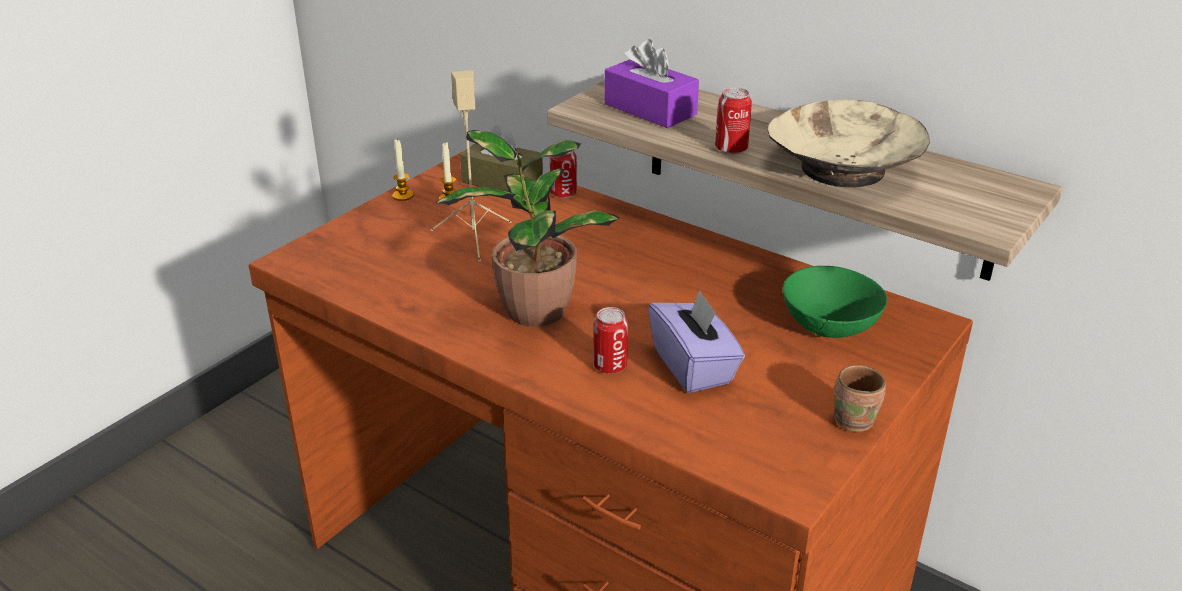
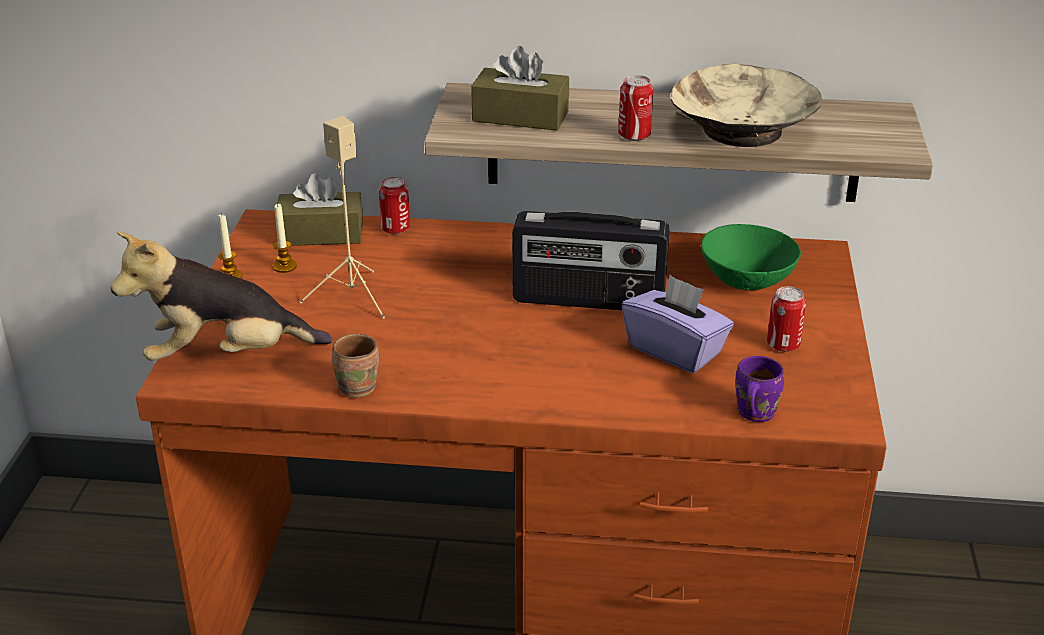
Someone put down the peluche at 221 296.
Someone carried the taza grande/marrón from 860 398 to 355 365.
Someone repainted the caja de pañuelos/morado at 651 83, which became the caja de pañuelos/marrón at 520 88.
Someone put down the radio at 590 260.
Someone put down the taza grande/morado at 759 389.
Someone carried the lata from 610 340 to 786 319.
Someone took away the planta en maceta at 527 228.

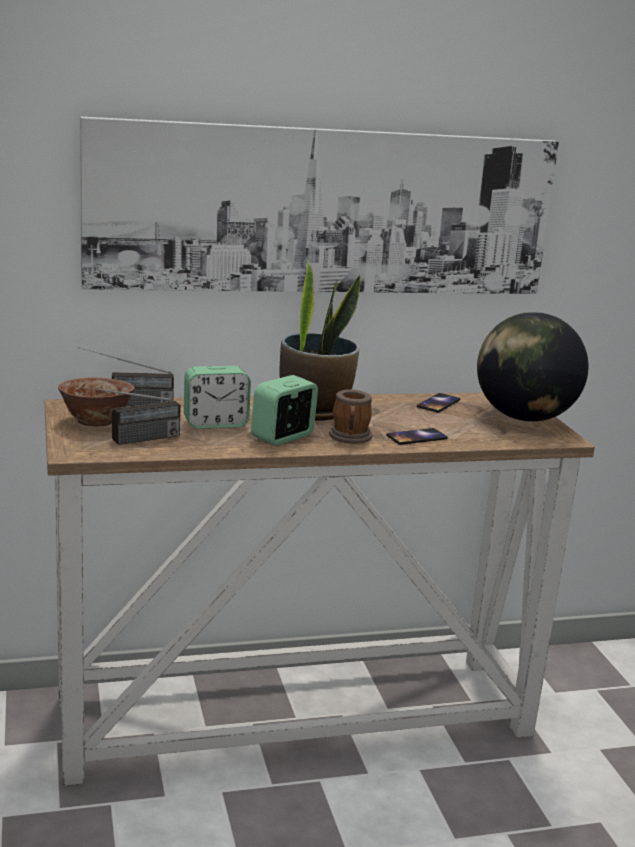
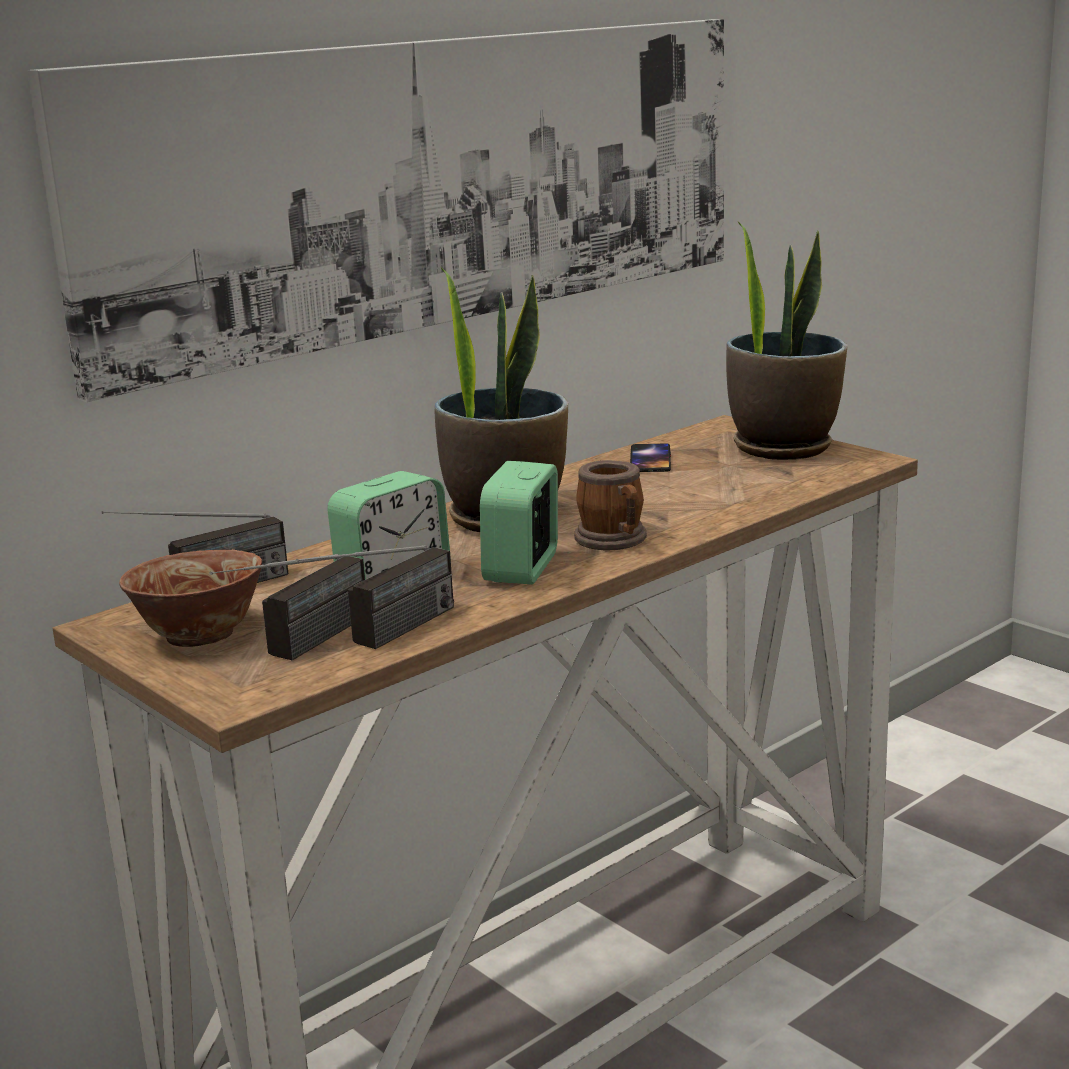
Someone put down the radio at 375 597.
Someone swapped the globo terráqueo at 533 367 for the planta en maceta at 786 341.
Someone took away the móvil at 417 436.

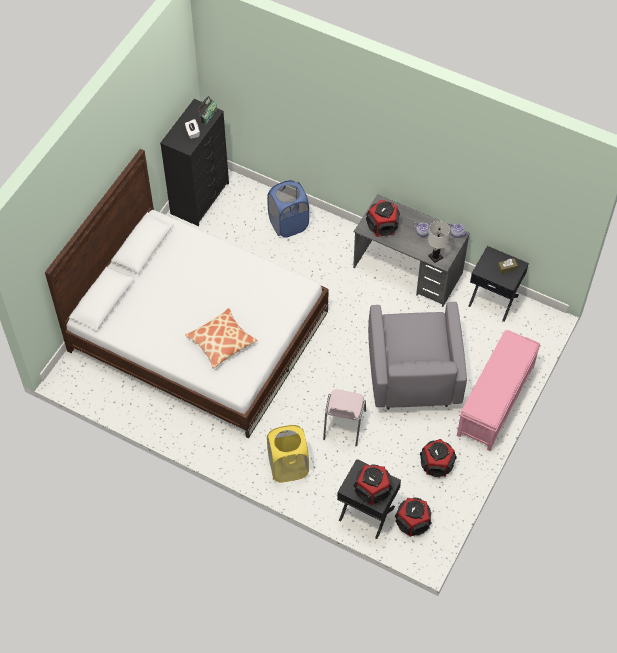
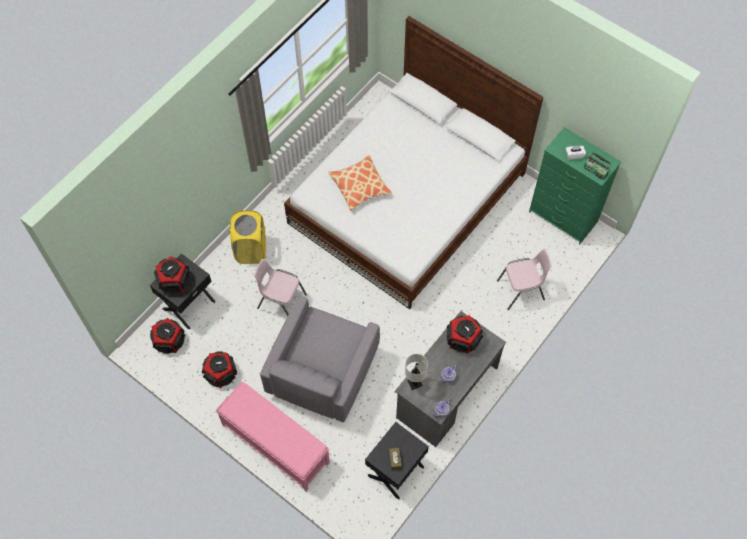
Someone rotated the sillón/gris at 417 356 by 75 degrees counterclockwise.
Someone swapped the cesto de la ropa/azul at 288 209 for the silla/rosa at 524 279.
Someone repainted the cómoda/negro at 194 162, which became the cómoda/verde at 575 185.

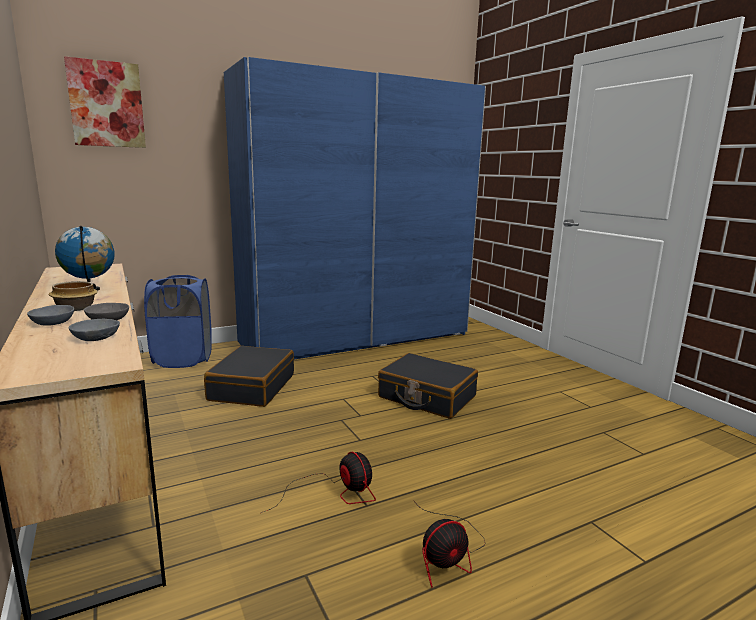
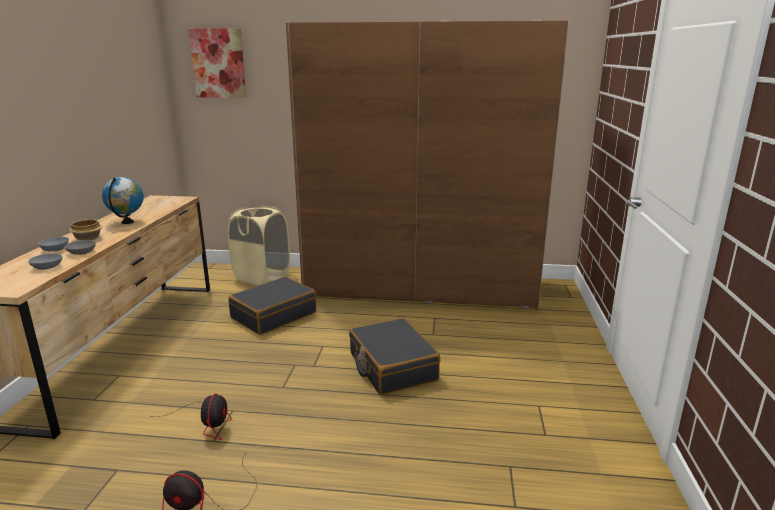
Someone repainted the cesto de la ropa/azul at 178 321, which became the cesto de la ropa/beis at 258 245.
Someone repainted the armario ropero/azul at 355 208, which became the armario ropero/marrón at 427 165.

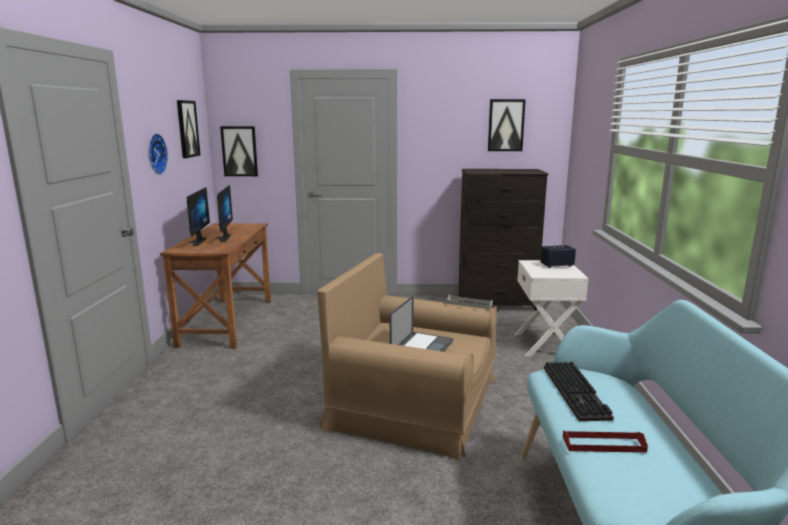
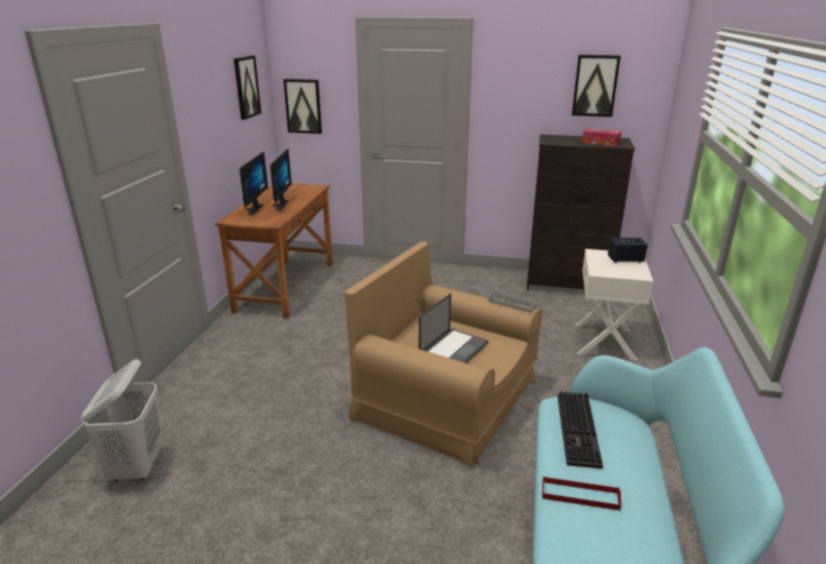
Someone put down the cesto de la ropa/blanco at 122 420.
Someone put down the caja de pañuelos at 601 137.
Someone took away the reloj de pared at 158 154.

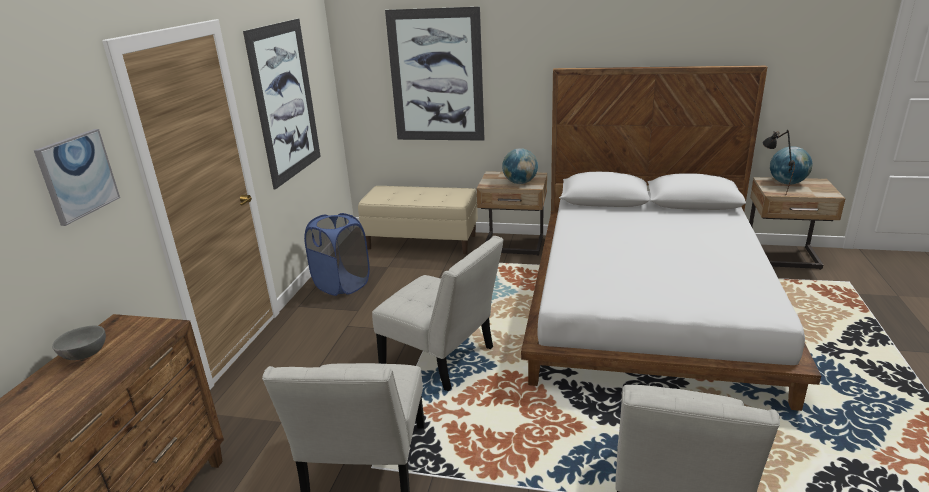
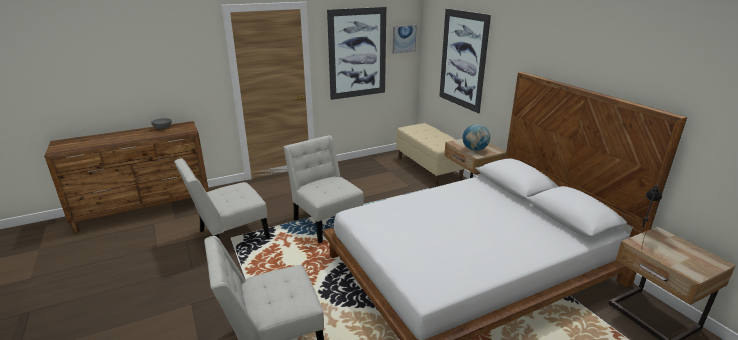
Someone rotated the silla/blanco at 438 313 by 150 degrees clockwise.
Someone carried the cuadro from 77 177 to 405 39.
Someone took away the cesto de la ropa/azul at 337 254.
Someone took away the globo terráqueo at 791 165.

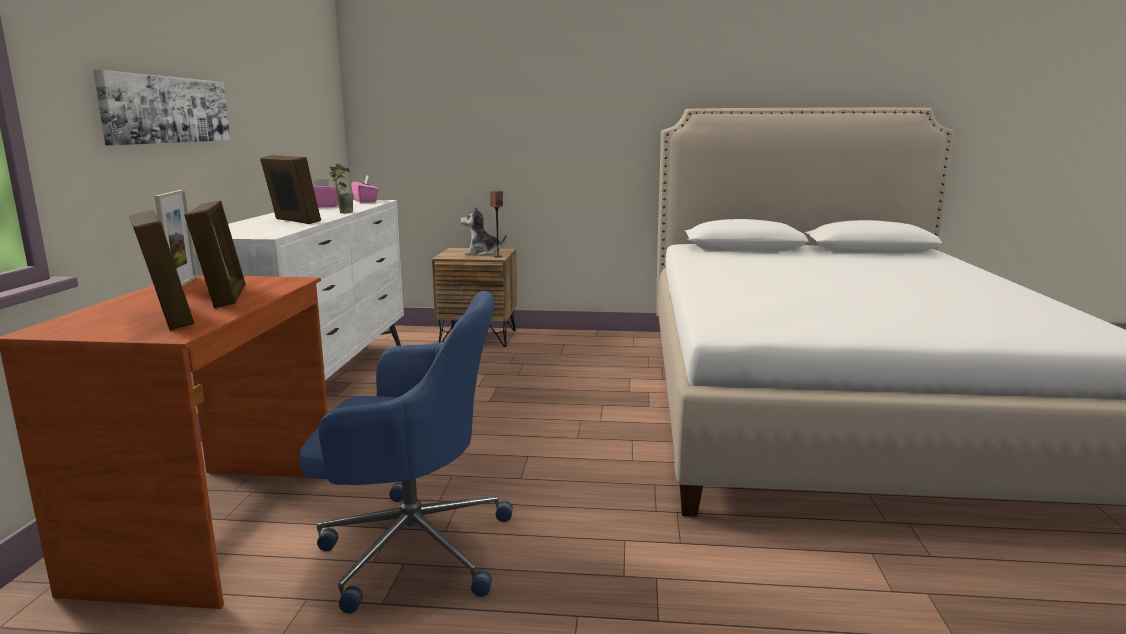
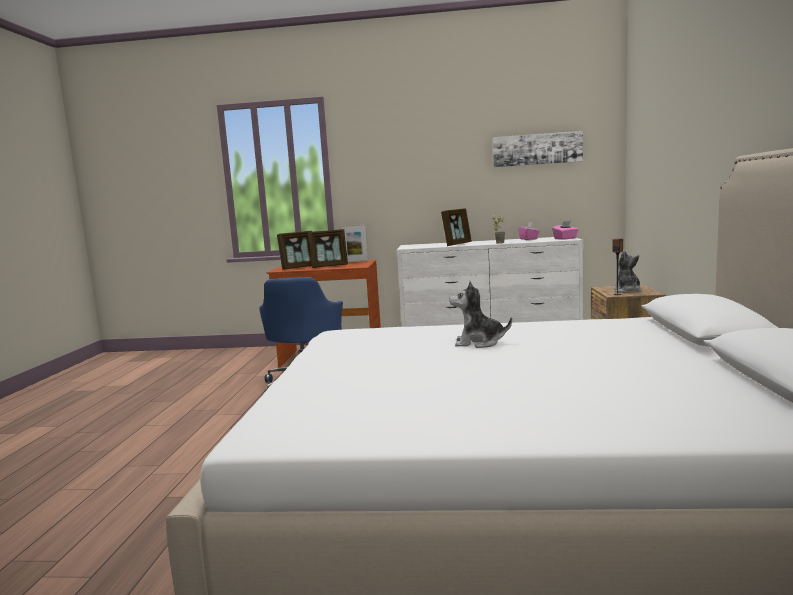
Someone put down the peluche at 480 314.
Someone carried the cuadro from 161 107 to 538 149.

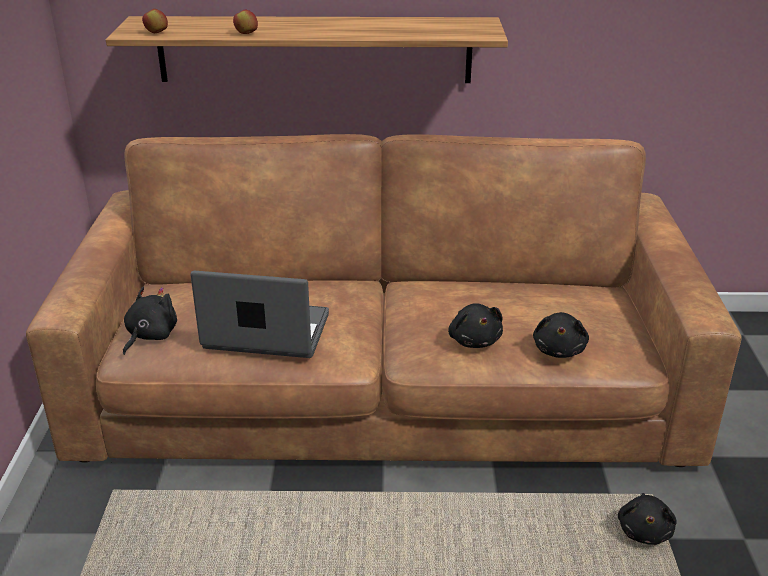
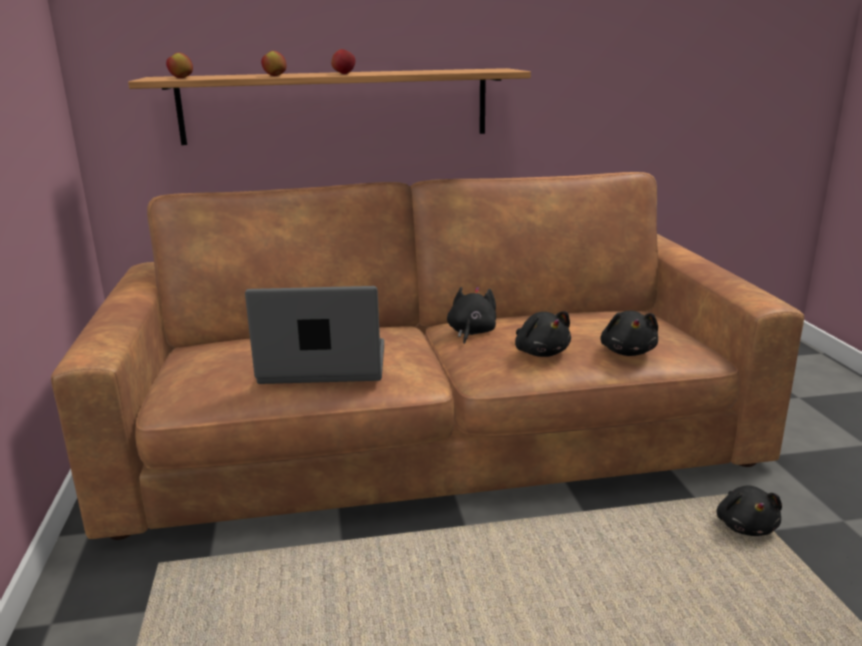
Someone put down the manzana at 343 61.
Someone carried the peluche/negro from 150 321 to 471 315.

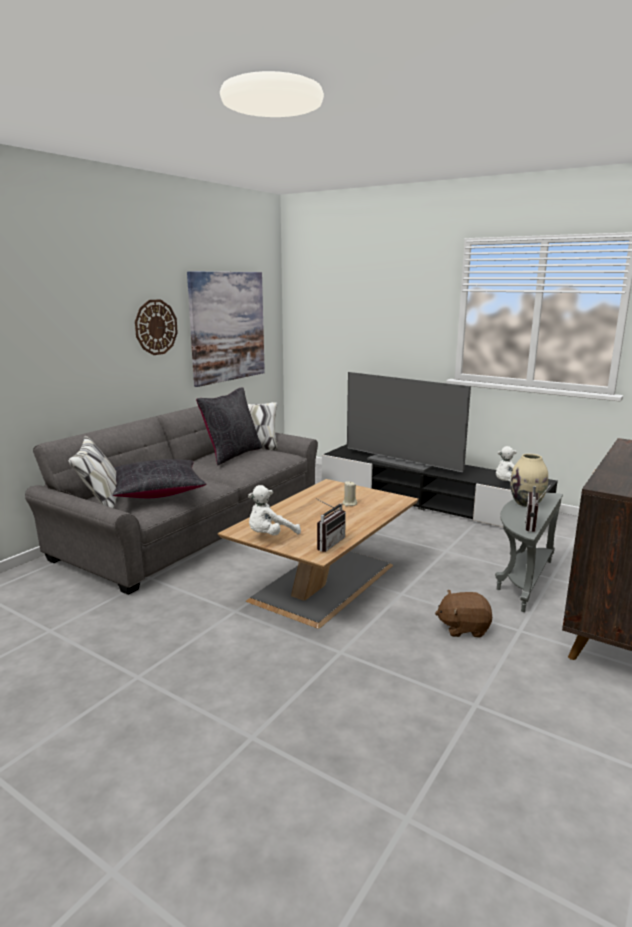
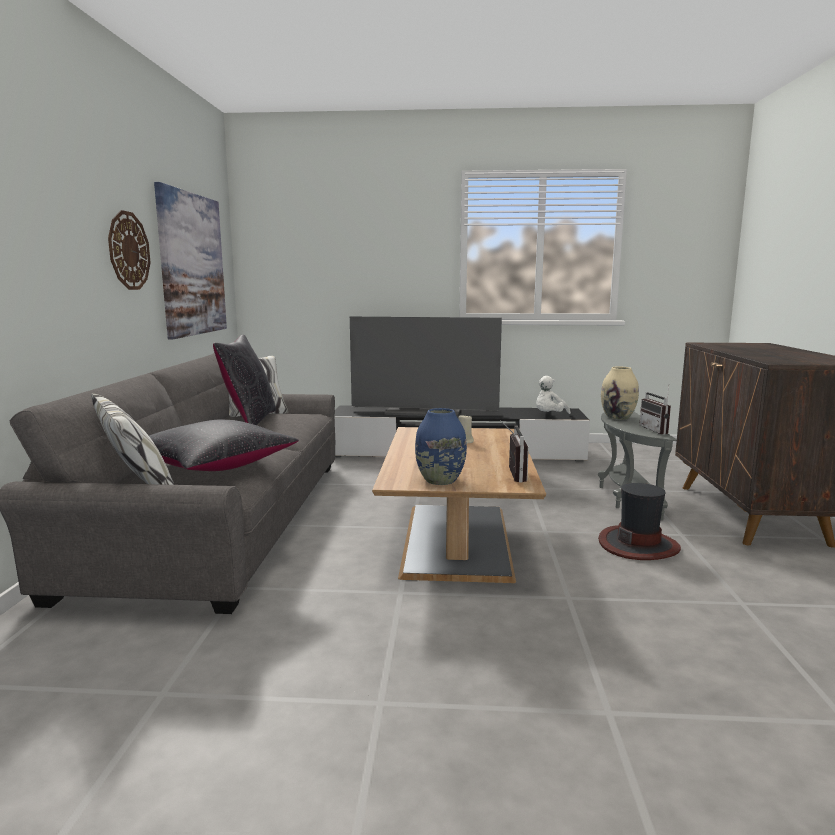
Someone swapped the peluche/blanco at 274 510 for the florero/azul at 441 446.
Someone swapped the peluche/marrón at 463 613 for the sombrero at 639 521.

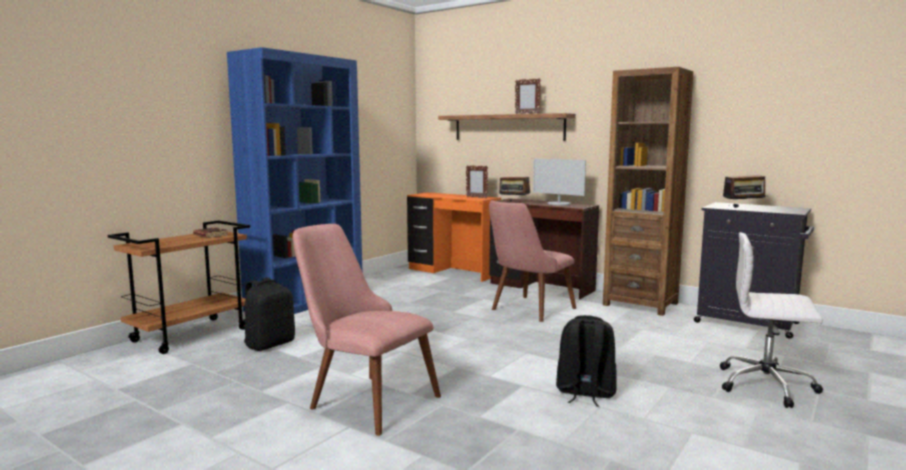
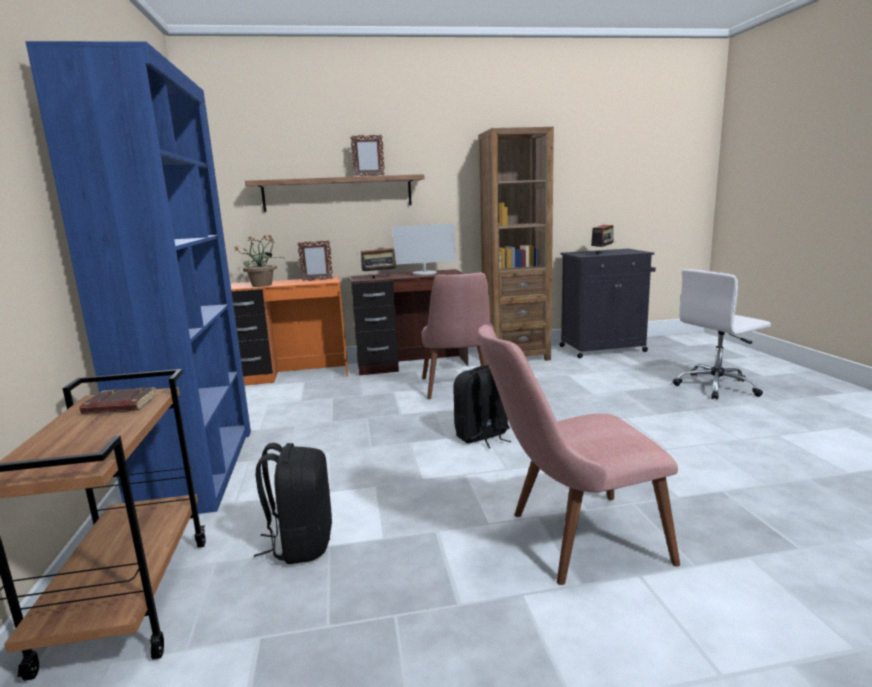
Someone put down the planta en maceta at 259 260.
Someone carried the mochila/negro from 586 361 to 482 407.

